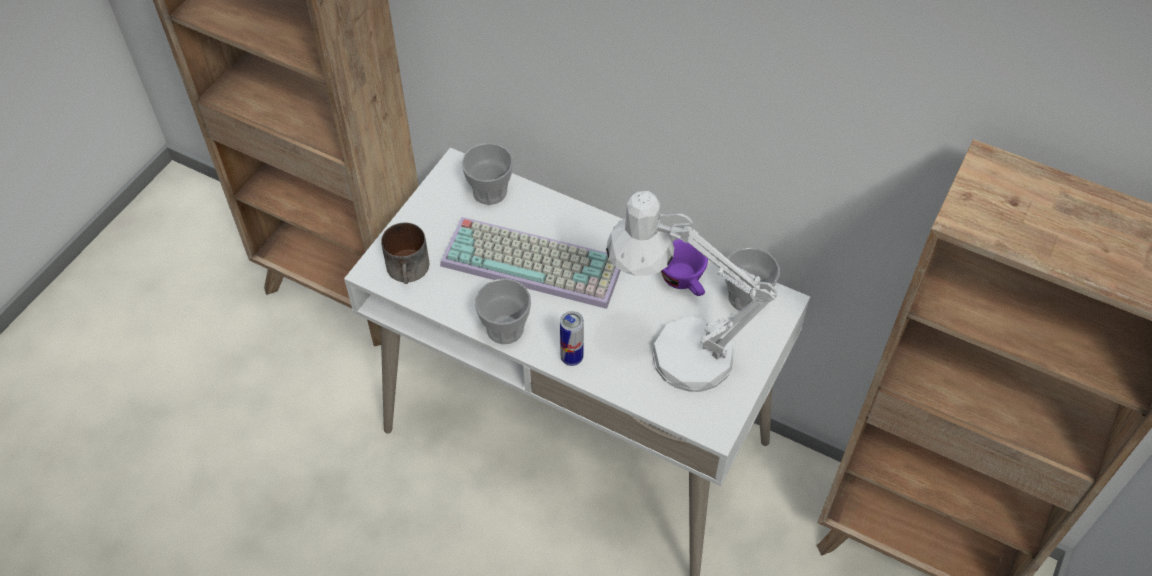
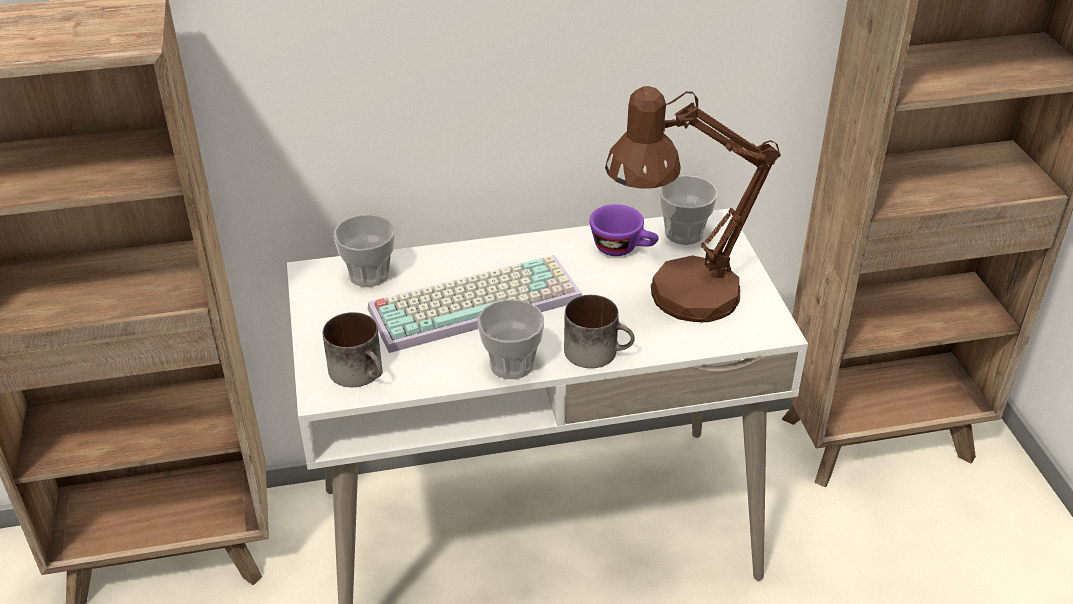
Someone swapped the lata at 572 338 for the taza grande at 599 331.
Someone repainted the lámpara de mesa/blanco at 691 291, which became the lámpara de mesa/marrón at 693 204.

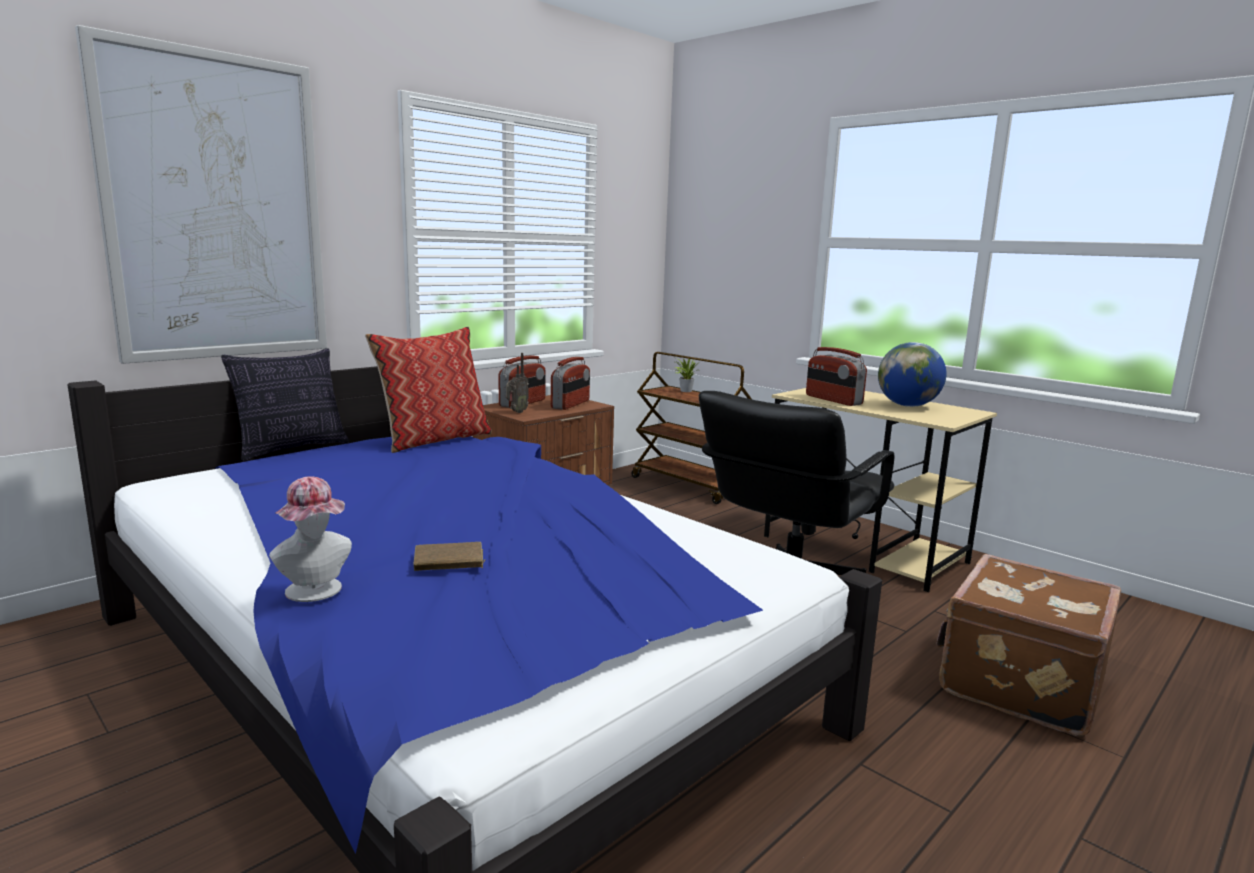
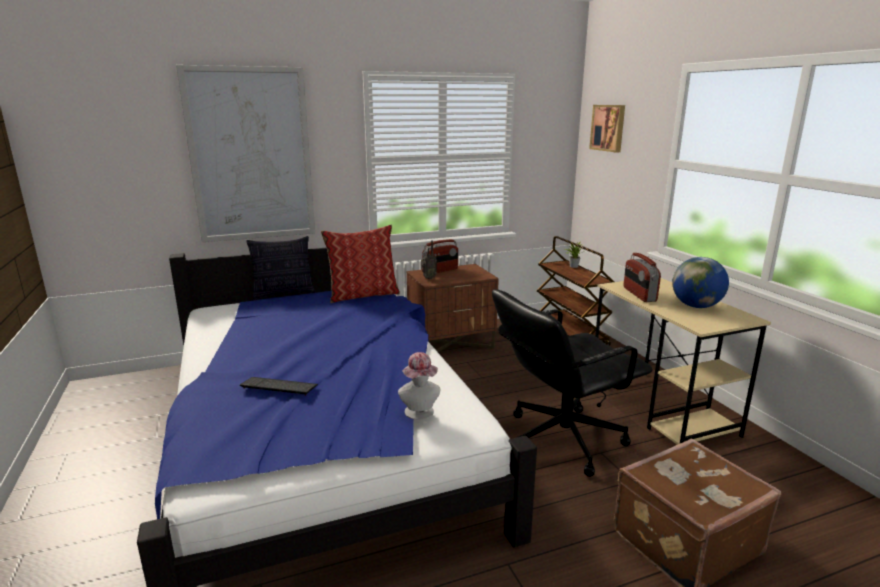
Someone swapped the libro/marrón at 449 556 for the teclado at 279 386.
Someone carried the sombrero from 310 539 to 419 386.
Someone put up the cuadro at 607 128.
Someone took away the radio at 570 383.

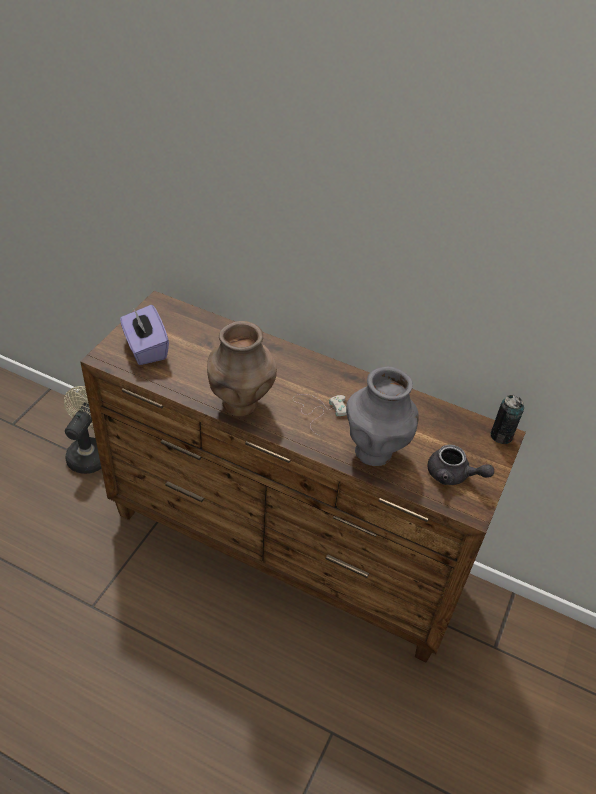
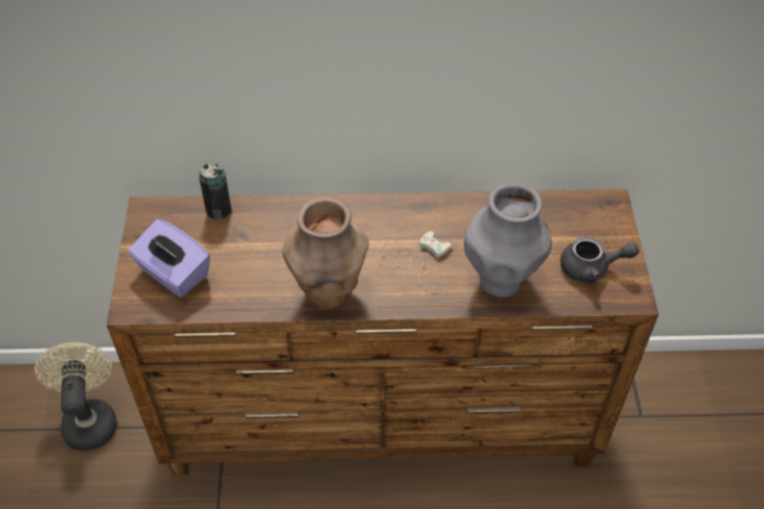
Someone carried the lata from 507 419 to 215 191.

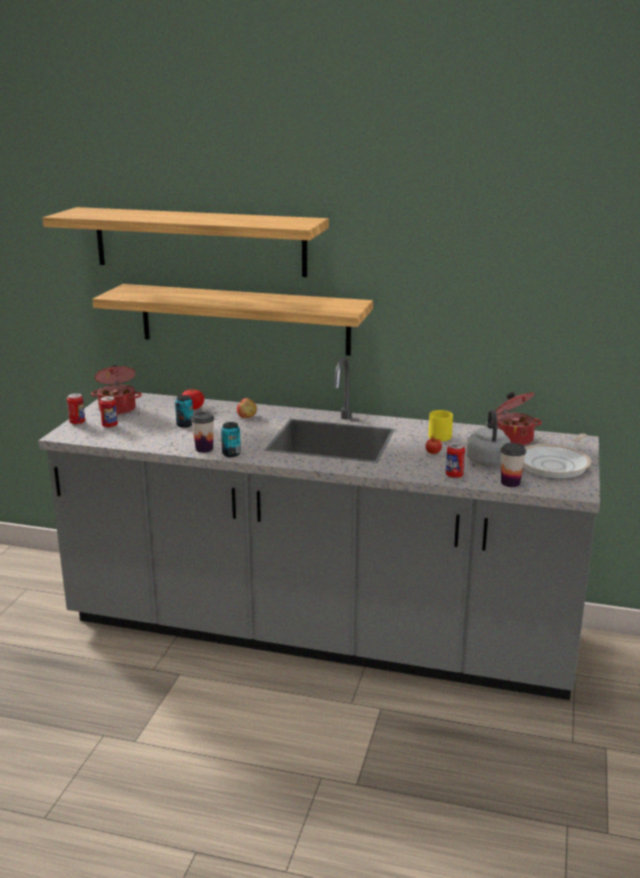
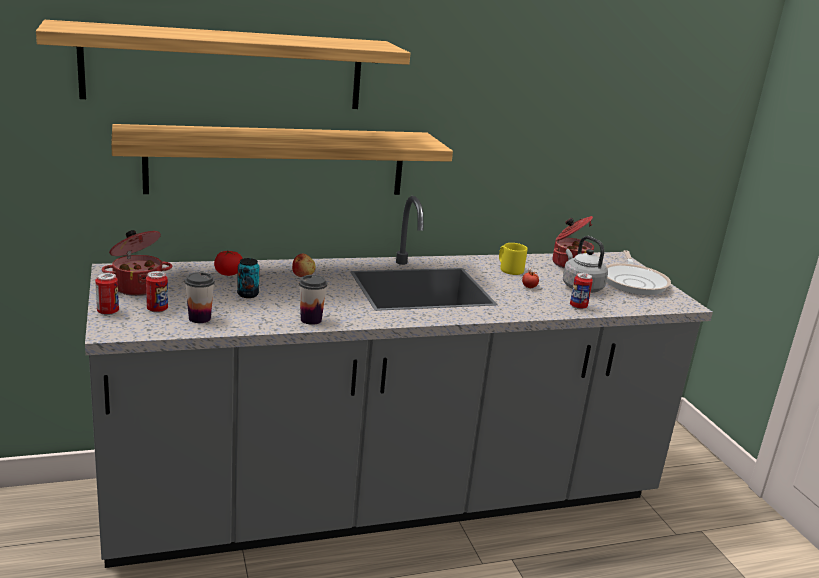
Someone carried the taza from 513 465 to 200 297.
Someone took away the lata at 231 439.

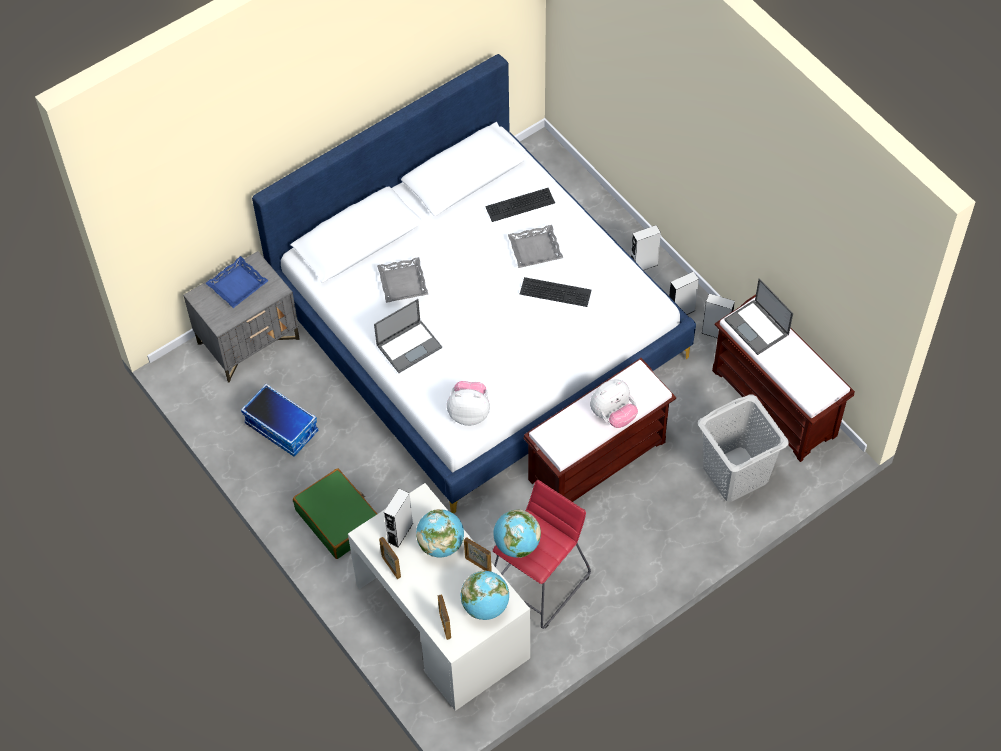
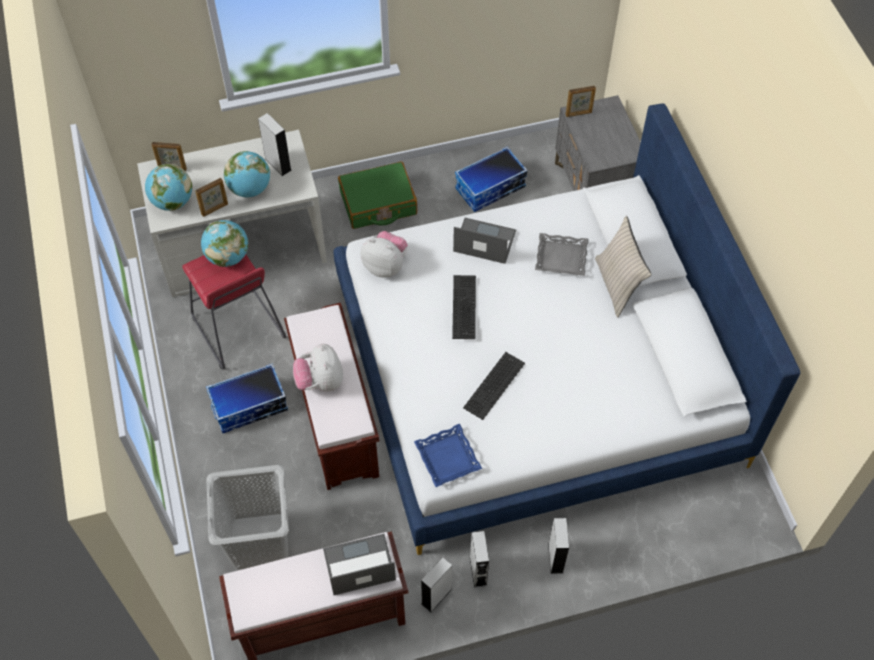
Someone put down the caja de almacenaje at 247 398.
Someone rotated the peluche at 468 403 by 90 degrees counterclockwise.
Someone carried the bandeja/azul from 237 282 to 448 455.
Someone carried the teclado from 520 205 to 464 307.
Someone rotated the portátil at 408 336 by 120 degrees clockwise.
Someone carried the portarretratos from 390 558 to 581 101.
Someone put down the cojín/beis at 623 267.
Someone took away the bandeja/gris at 535 246.

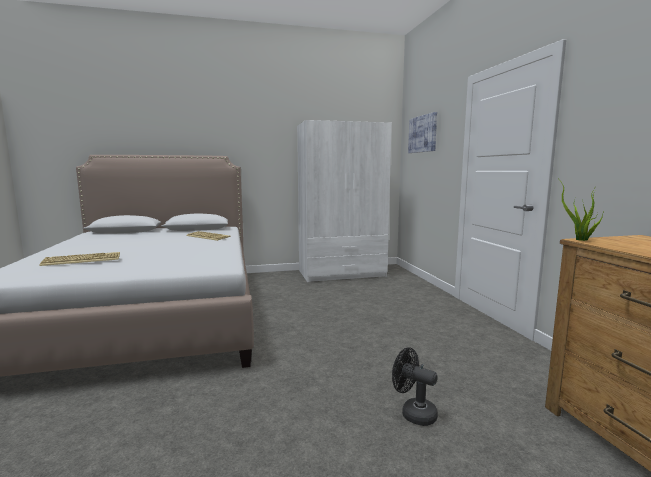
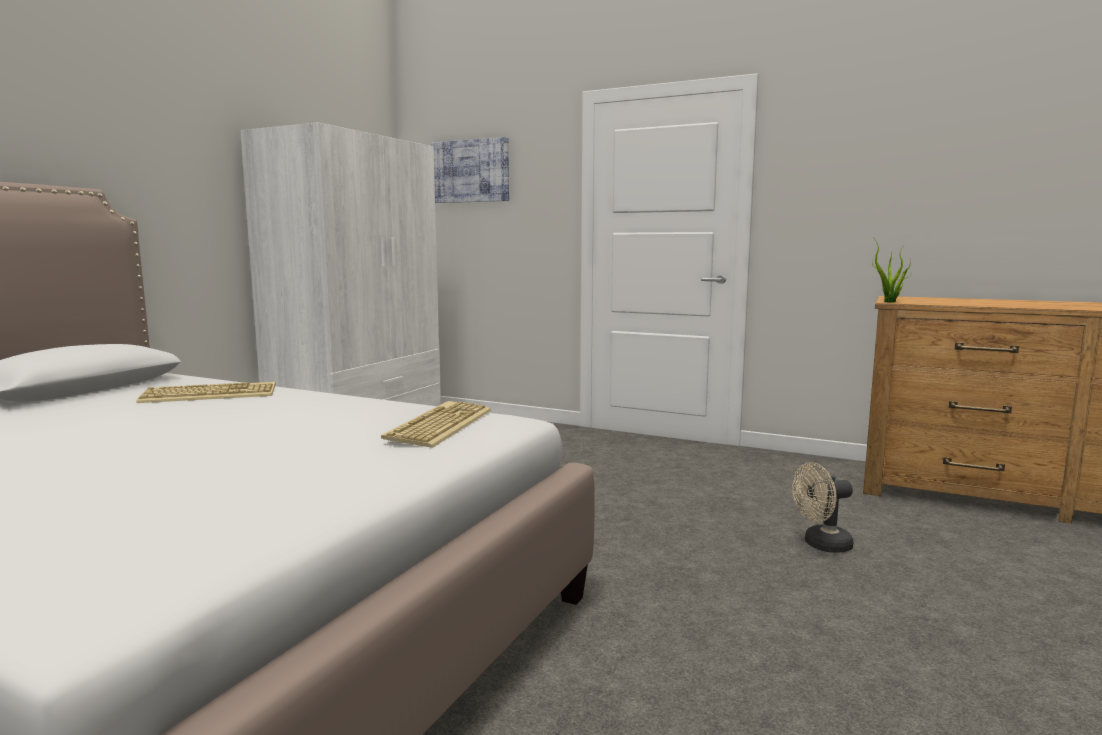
Someone carried the teclado from 79 259 to 436 424.
Someone repainted the ventilador/negro at 415 386, which became the ventilador/beis at 822 507.

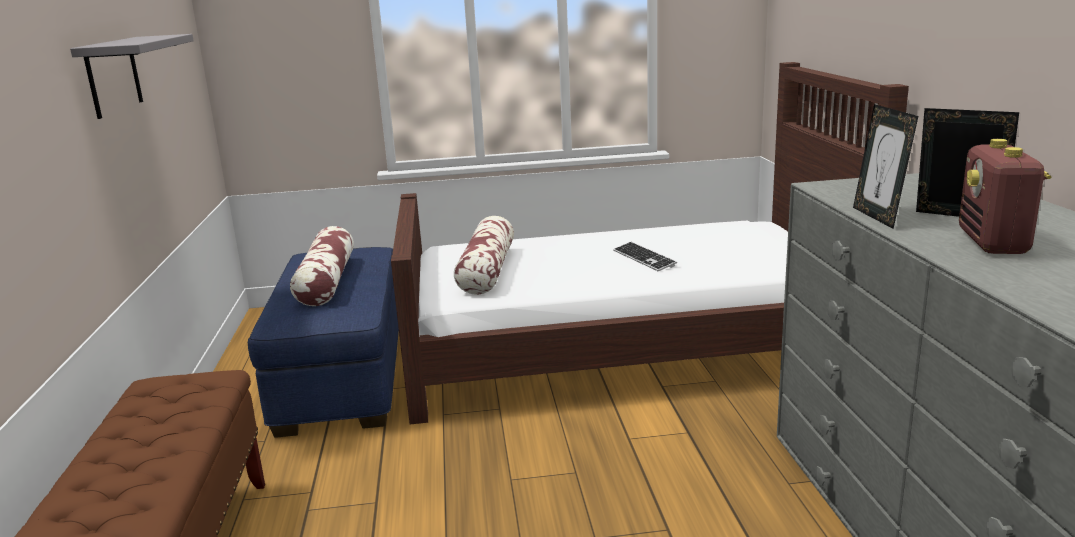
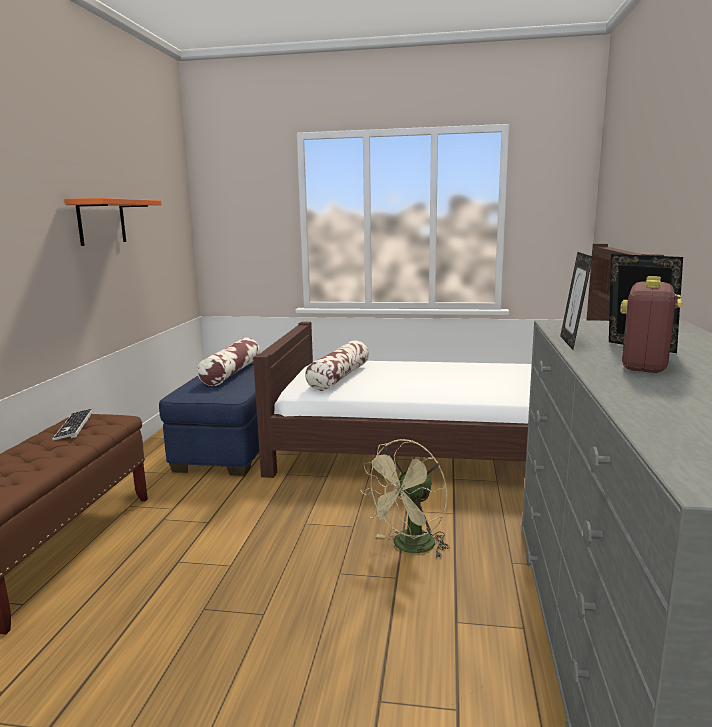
Someone carried the teclado from 645 256 to 72 424.
Someone repainted the estante/gris at 131 76, which became the estante/naranja at 112 222.
Someone put down the ventilador/beis at 405 499.

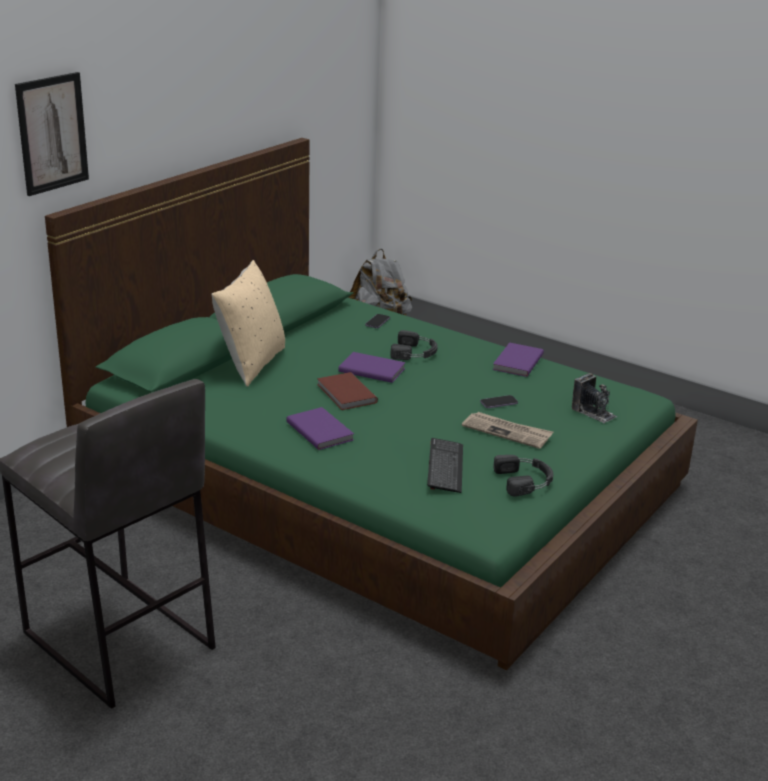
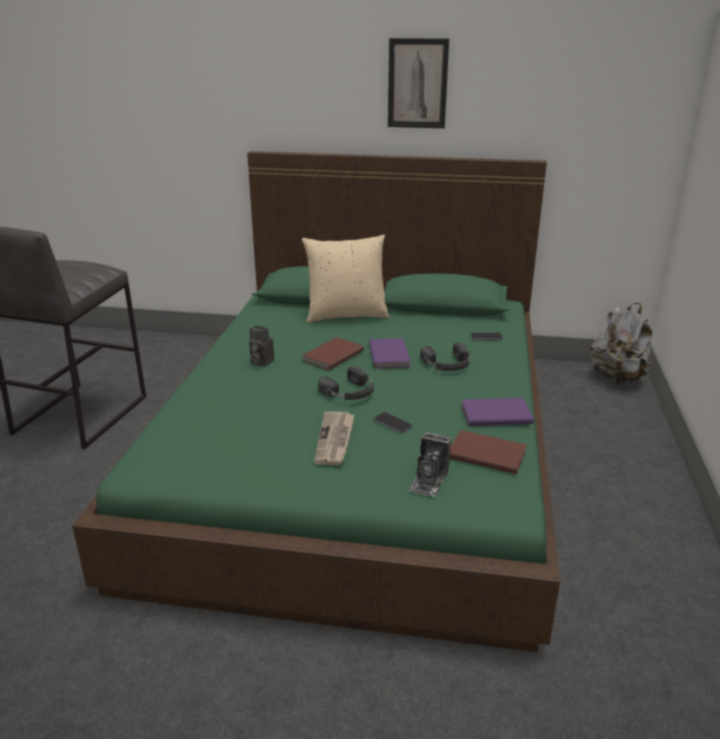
Someone swapped the libro/morado at 320 428 for the cámara at 261 346.
Someone carried the auriculares/negro from 523 476 to 346 383.
Someone carried the cuadro from 52 134 to 418 83.
Someone put down the libro/marrón at 488 452.
Someone took away the teclado at 445 465.

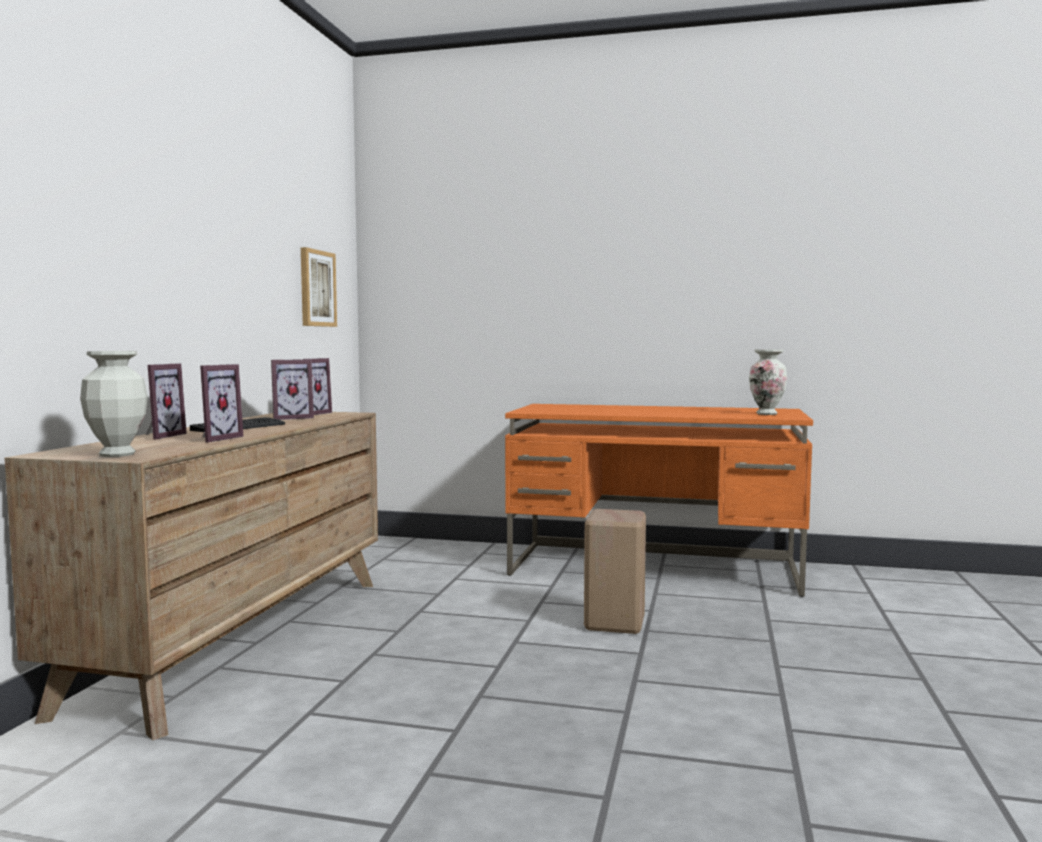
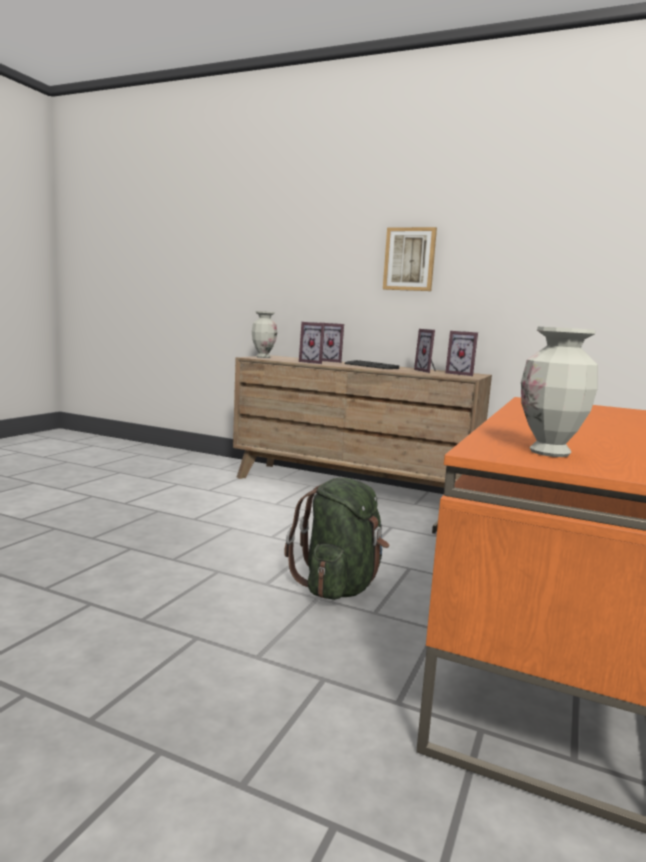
Someone swapped the taburete/beis at 615 571 for the mochila/verde at 337 539.
Someone carried the cuadro from 319 287 to 410 259.

